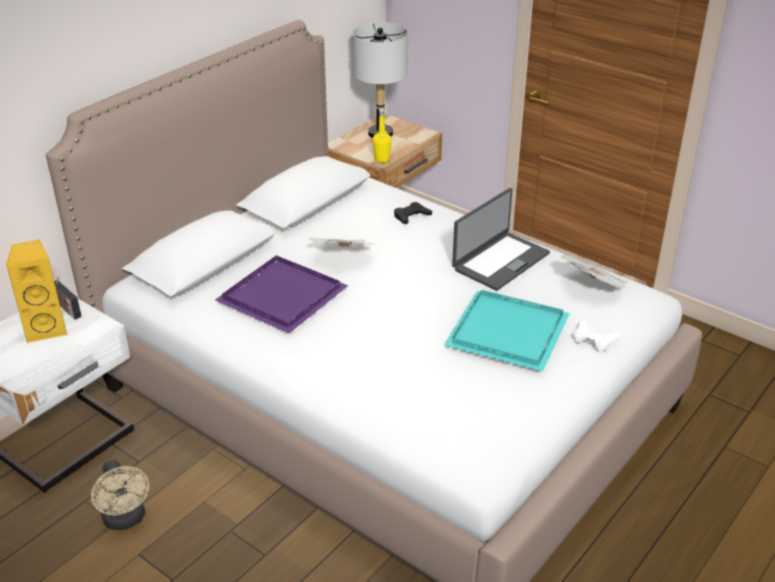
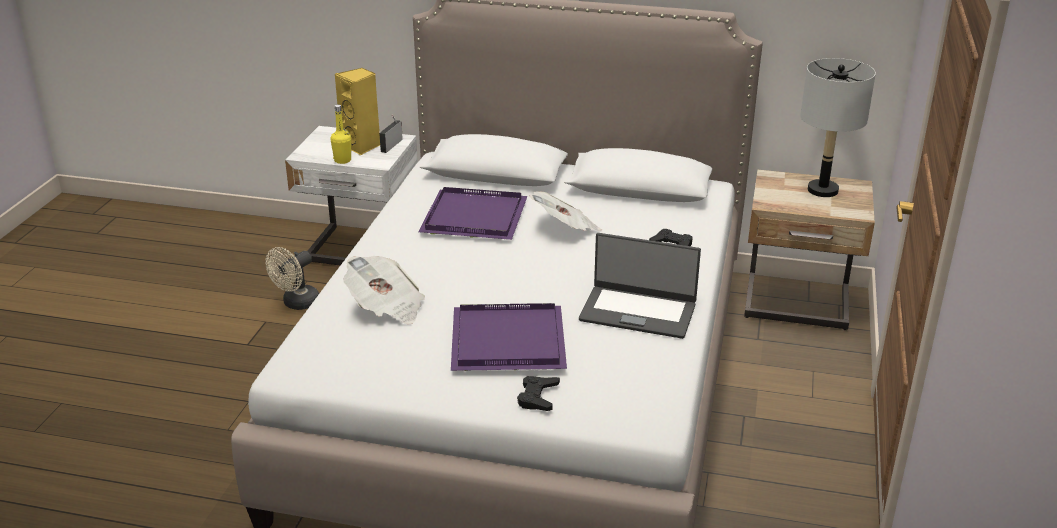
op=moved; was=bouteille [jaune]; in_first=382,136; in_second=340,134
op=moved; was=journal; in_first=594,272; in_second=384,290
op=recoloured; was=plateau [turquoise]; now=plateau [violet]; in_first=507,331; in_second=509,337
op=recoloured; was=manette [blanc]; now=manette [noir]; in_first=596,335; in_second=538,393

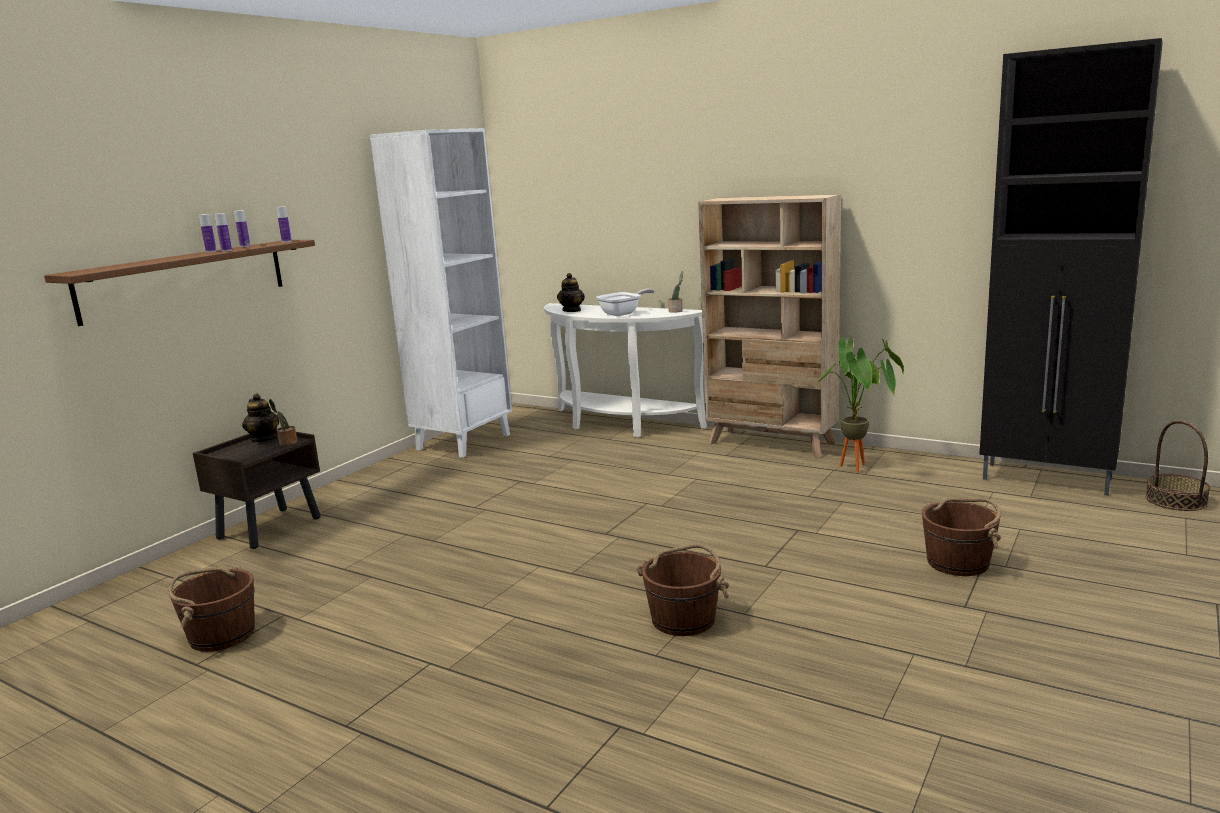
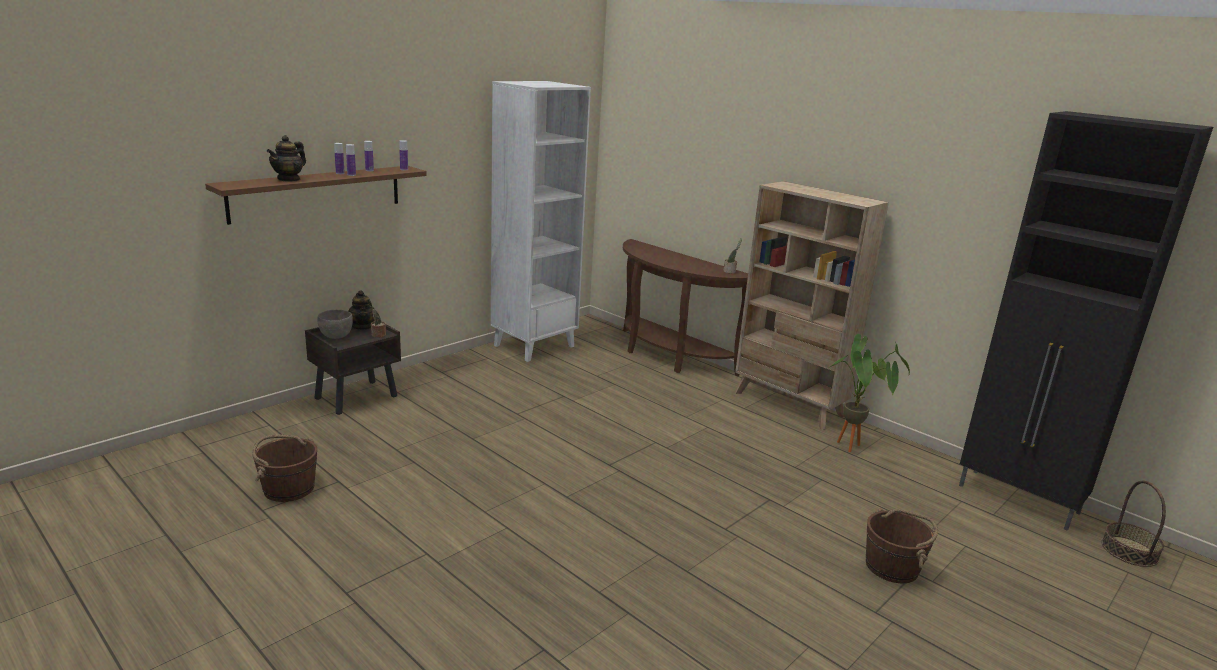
op=moved; was=théière; in_first=571,292; in_second=286,158
op=removed; was=poêle; in_first=625,302
op=recoloured; was=table console [blanc]; now=table console [marron]; in_first=625,370; in_second=685,307
op=removed; was=seau [marron]; in_first=682,590
op=added; now=bol [gris]; in_second=335,324

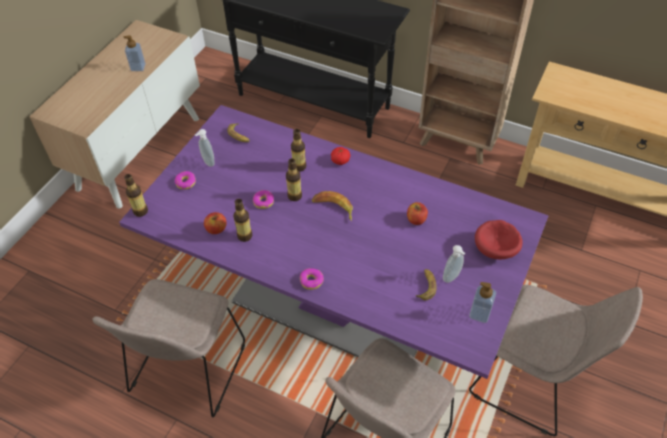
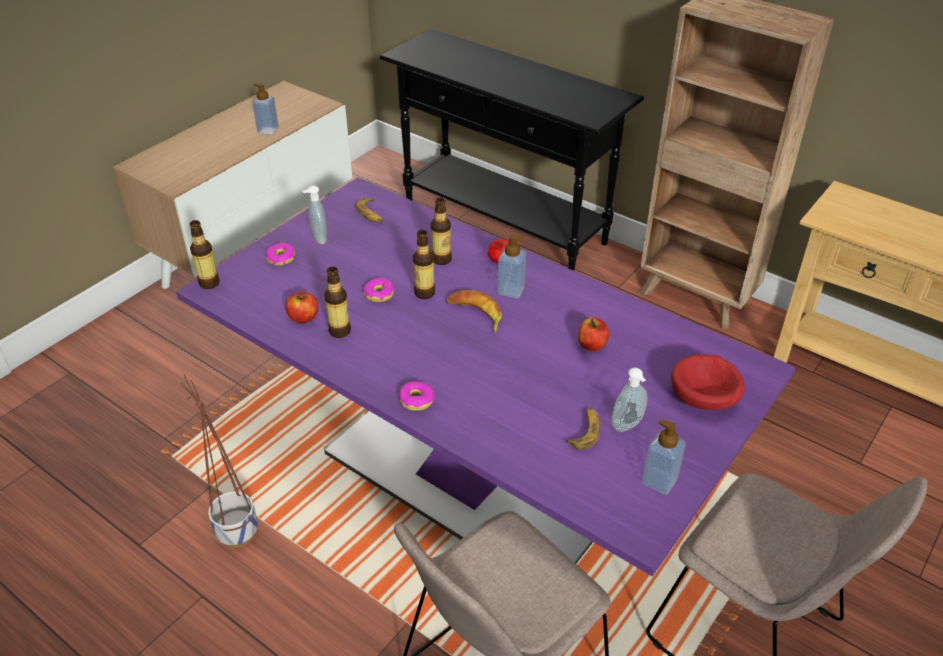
op=replaced; was=chaise [beige]; now=cache-pot; in_first=168,348; in_second=219,461
op=added; now=distributeur de savon; in_second=512,266

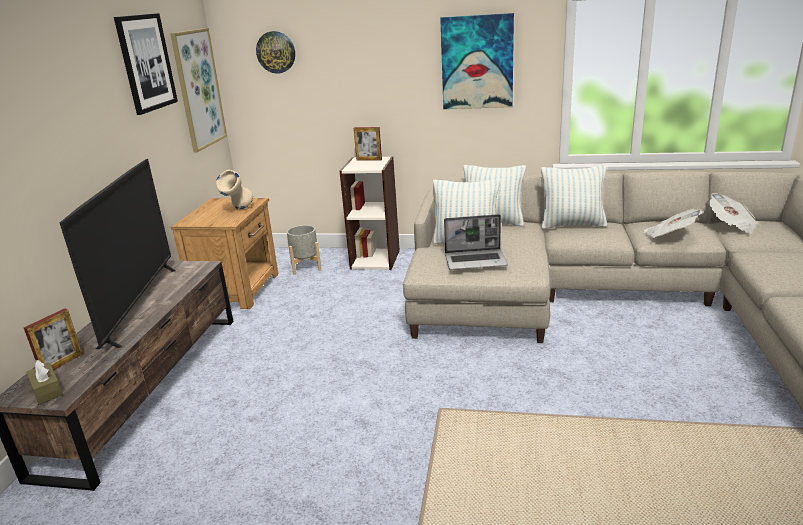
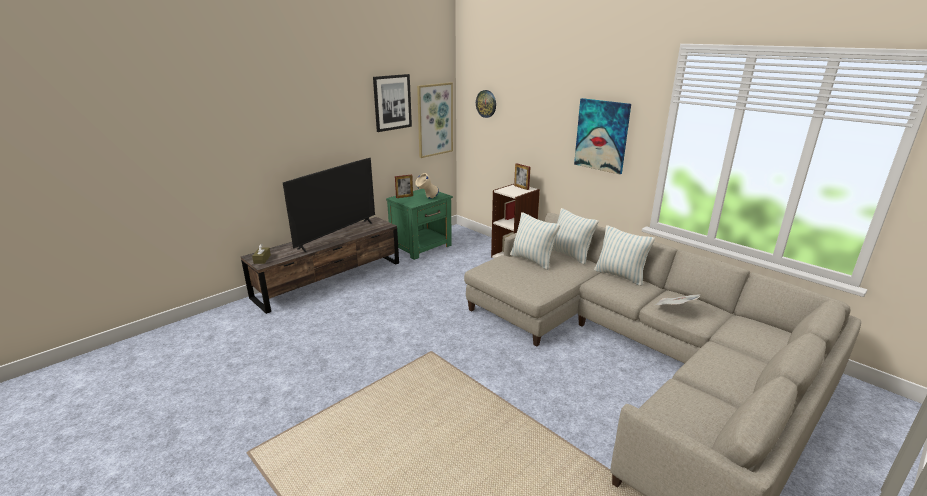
op=removed; was=journal; in_first=733,213
op=recoloured; was=table de chevet [marron]; now=table de chevet [vert]; in_first=224,253; in_second=419,224
op=removed; was=ordinateur portable; in_first=476,242
op=removed; was=cache-pot [gris]; in_first=304,250
op=moved; was=cadre photo; in_first=53,339; in_second=404,186

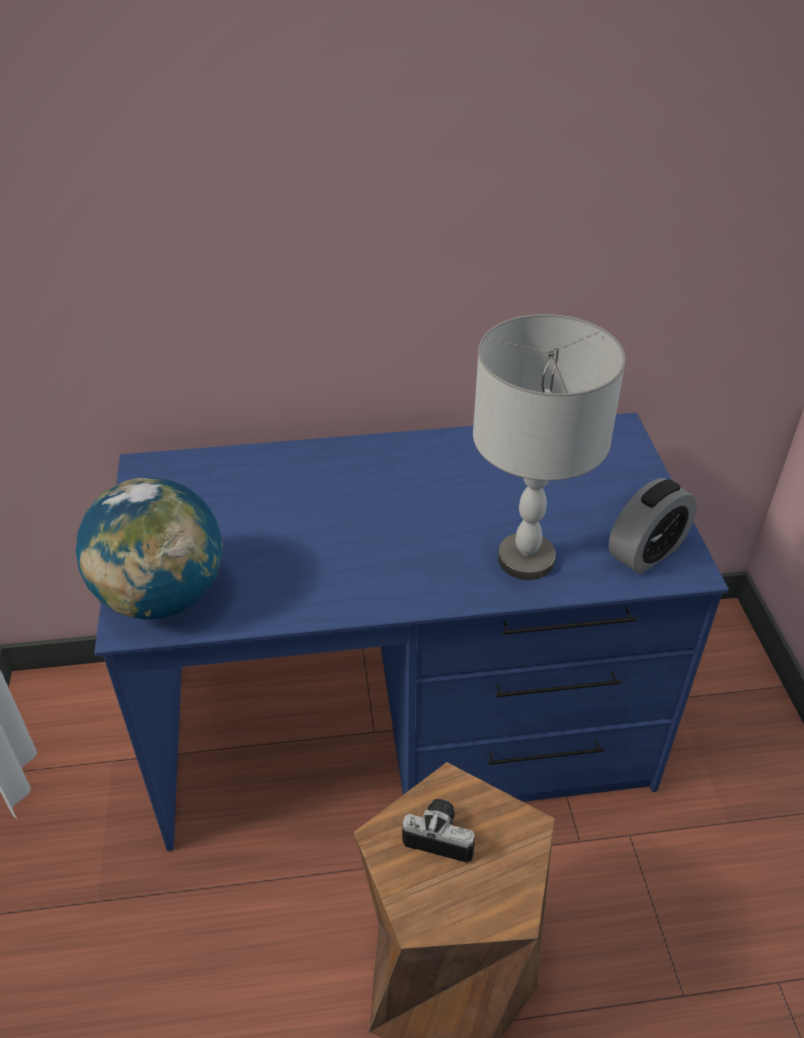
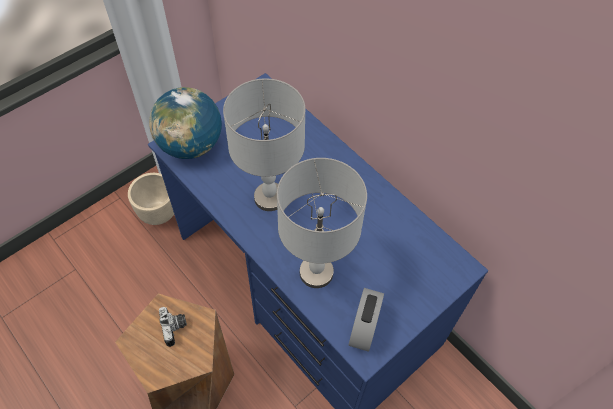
op=turned; was=réveil; in_first=653,526; in_second=366,320; clockwise=-90
op=added; now=lampe de table [gris]; in_second=264,145
op=added; now=cache-pot [beige]; in_second=151,199

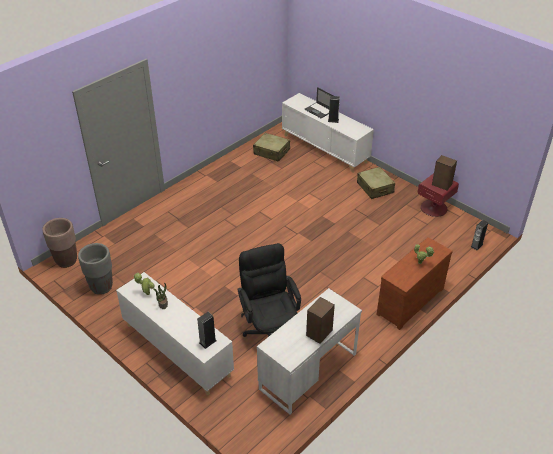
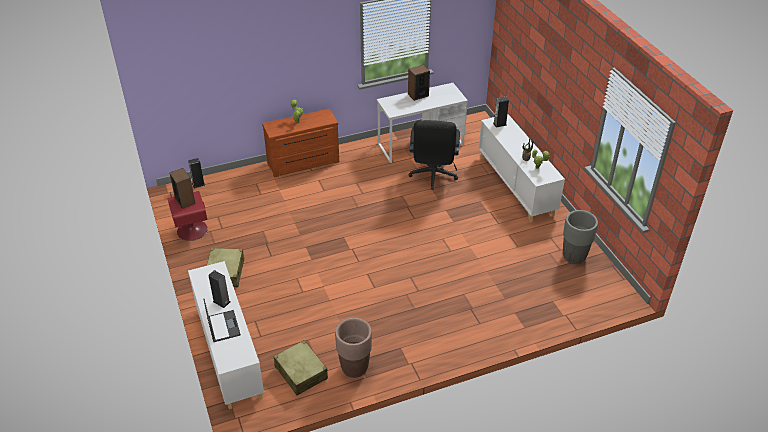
op=moved; was=cache-pot [marron]; in_first=59,243; in_second=353,348

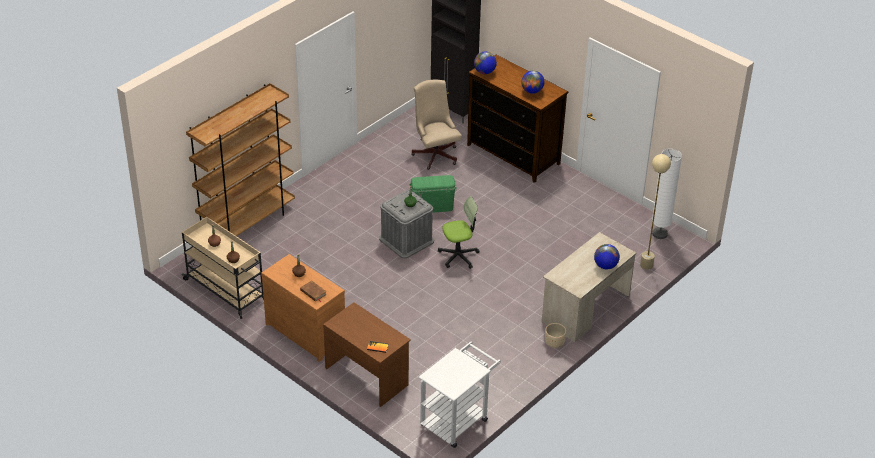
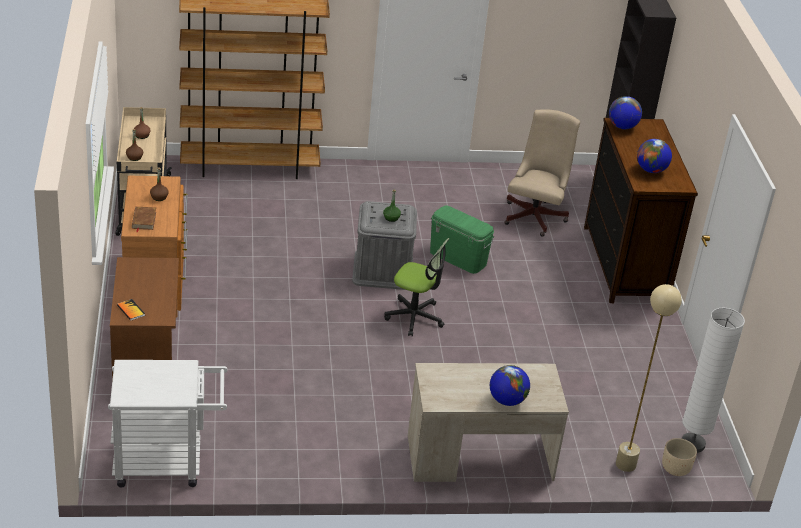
op=moved; was=cache-pot [beige]; in_first=555,335; in_second=679,457

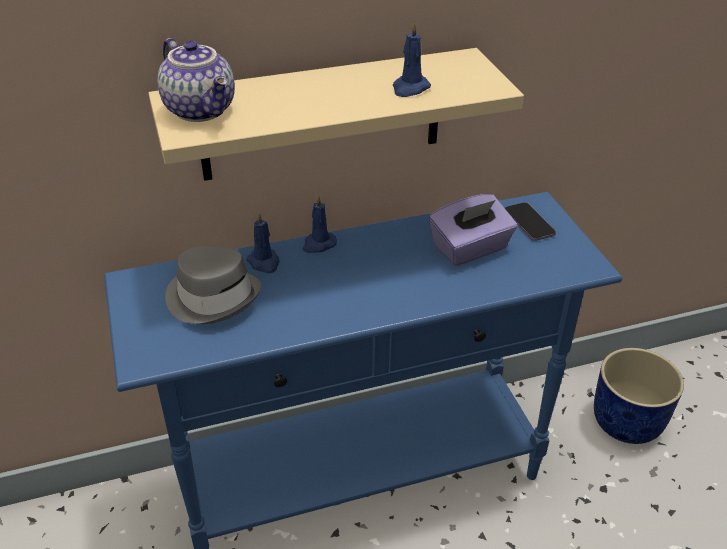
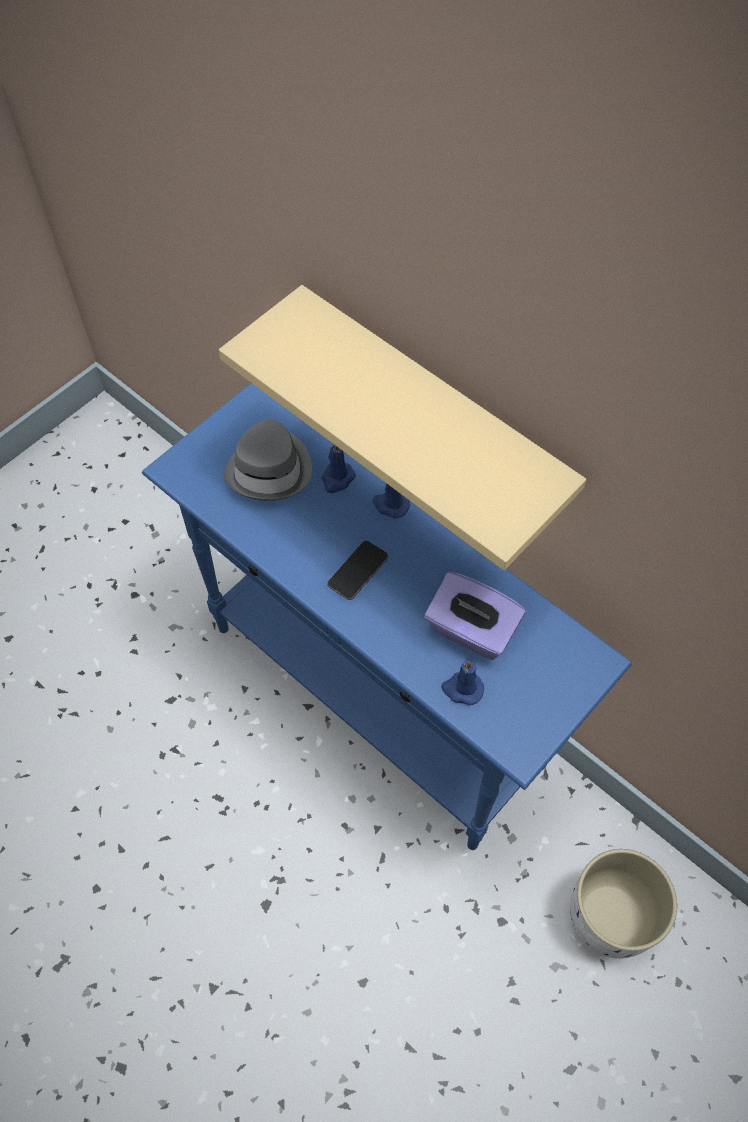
op=moved; was=bougie [bleu]; in_first=412,59; in_second=462,682
op=removed; was=théière; in_first=196,80
op=moved; was=téléphone; in_first=530,221; in_second=357,570
op=recoloured; was=cache-pot [bleu]; now=cache-pot [blanc]; in_first=639,396; in_second=623,904

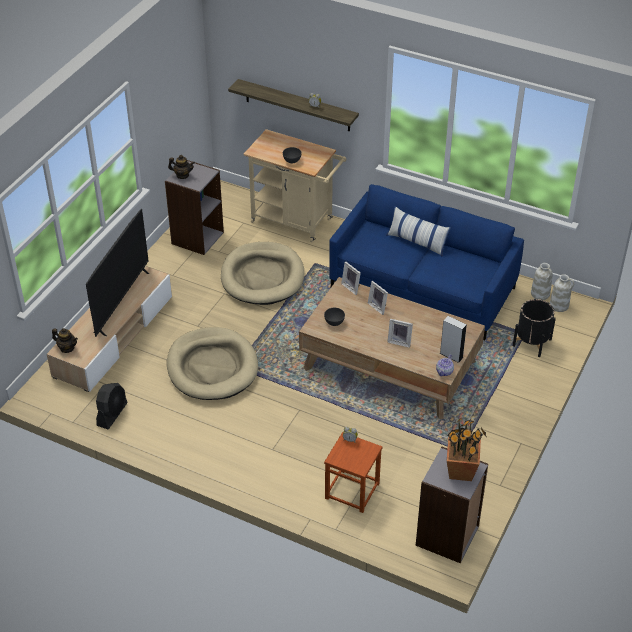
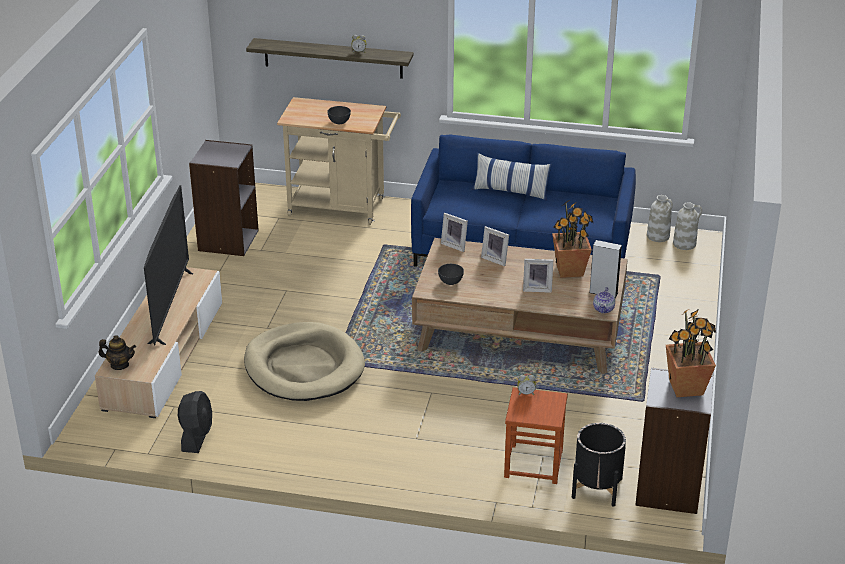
op=removed; was=théière; in_first=181,167
op=removed; was=panier pour chien [beige]; in_first=262,273
op=moved; was=cache-pot [noir]; in_first=534,328; in_second=599,465
op=added; now=plante en pot; in_second=572,238

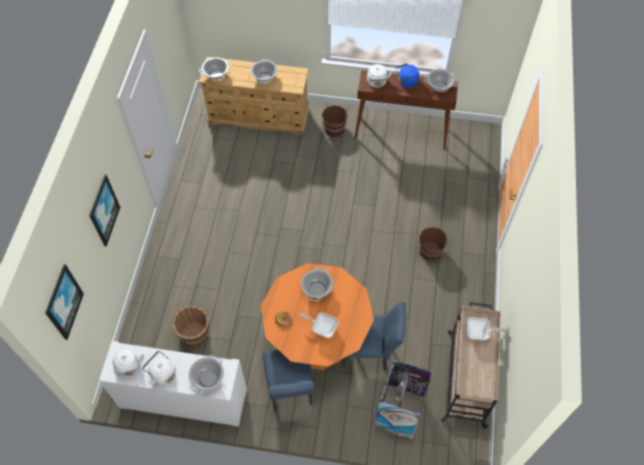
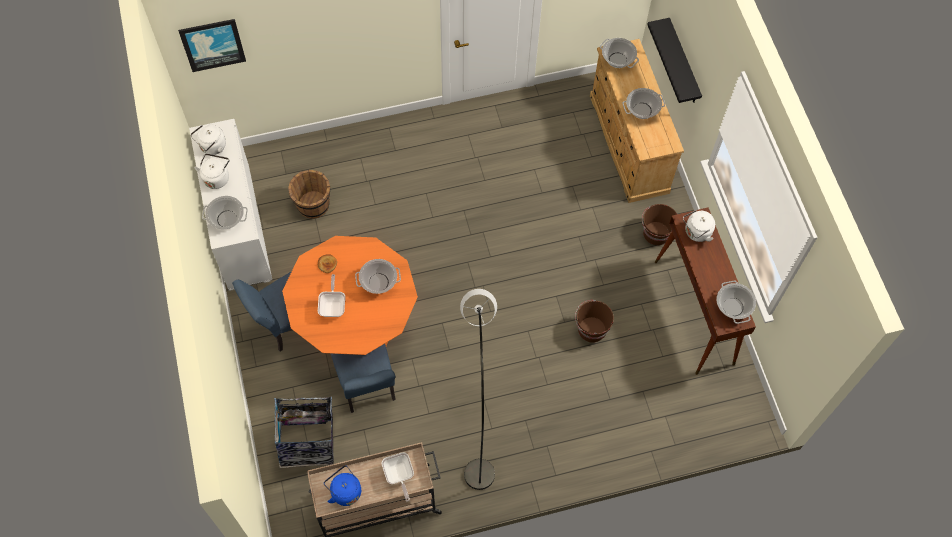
op=moved; was=bouilloire [bleu]; in_first=407,75; in_second=342,485
op=removed; was=tableau; in_first=104,210
op=moved; was=seau [marron]; in_first=433,244; in_second=594,321
op=added; now=étagère [noir]; in_second=674,60
op=added; now=lampadaire [gris]; in_second=478,389

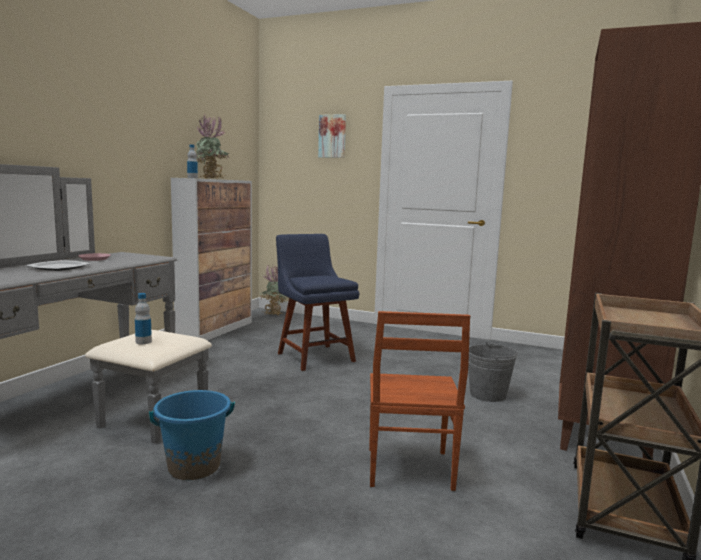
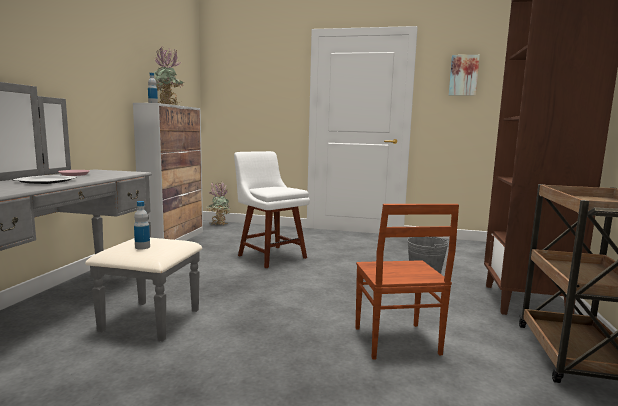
op=moved; was=tableau; in_first=332,136; in_second=464,75
op=recoloured; was=chaise [bleu]; now=chaise [blanc]; in_first=317,302; in_second=272,209
op=removed; was=seau [bleu]; in_first=192,435

